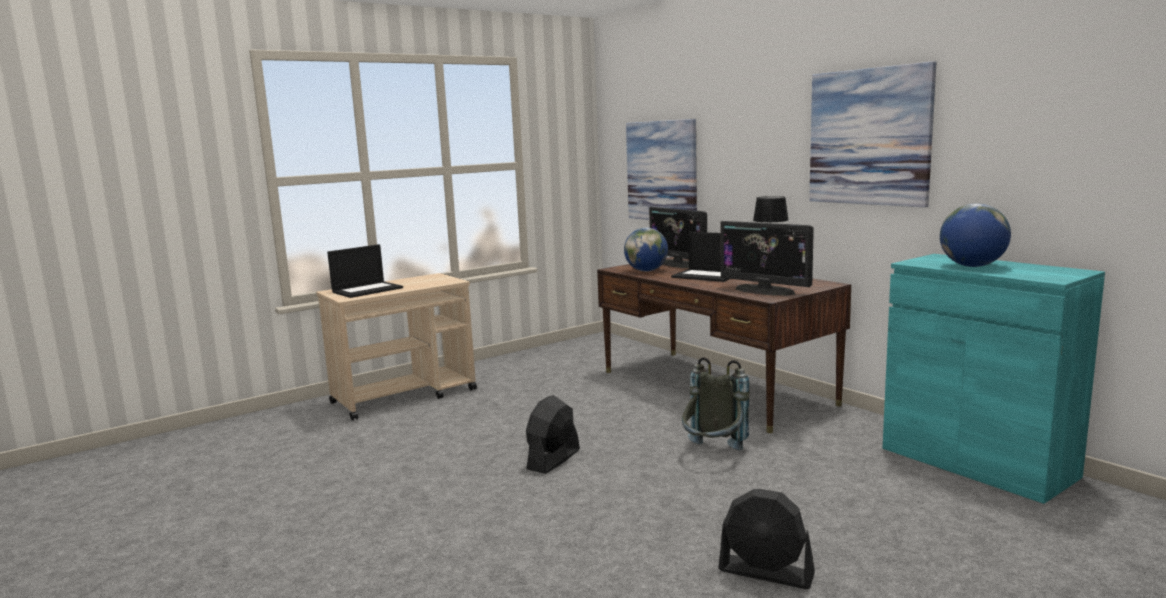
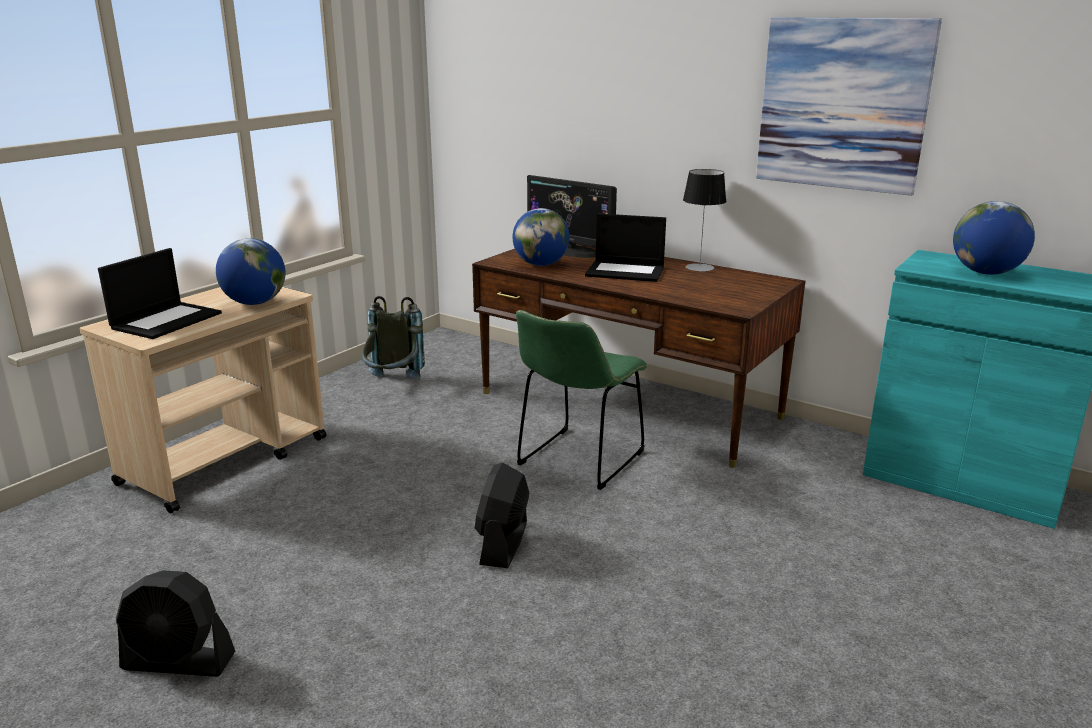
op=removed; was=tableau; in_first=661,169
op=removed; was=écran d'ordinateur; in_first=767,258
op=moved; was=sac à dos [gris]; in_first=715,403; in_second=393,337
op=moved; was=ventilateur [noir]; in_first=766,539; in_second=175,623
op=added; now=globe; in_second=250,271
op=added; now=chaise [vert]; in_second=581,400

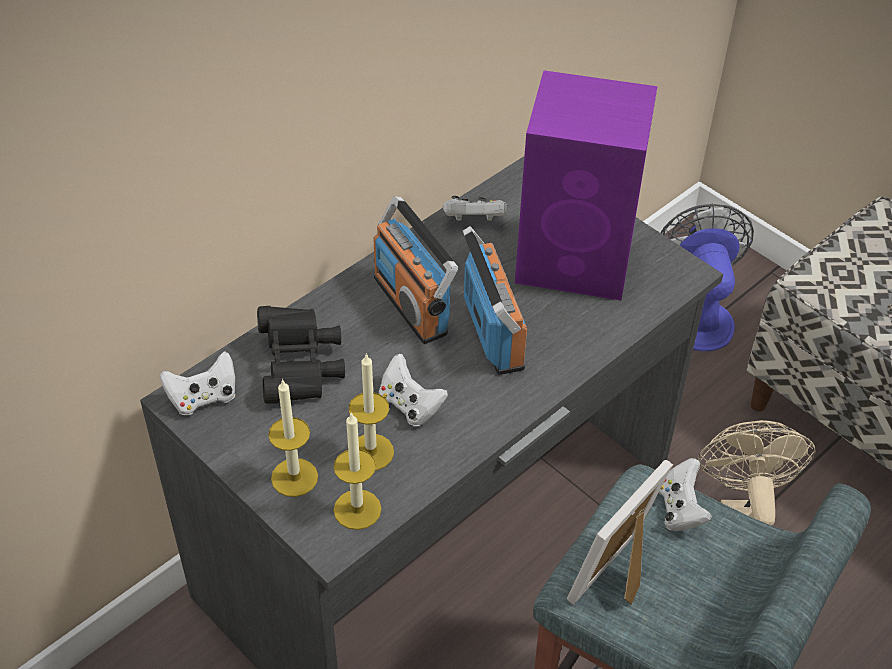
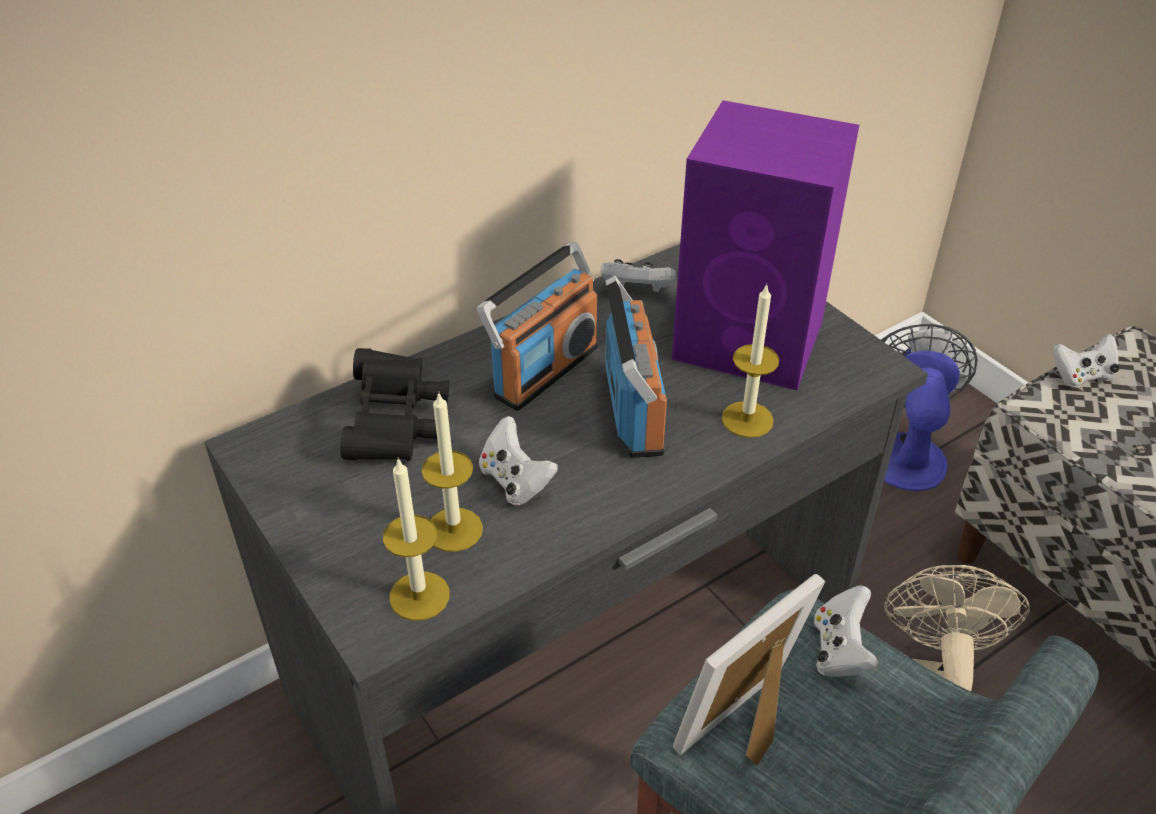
op=turned; was=radio; in_first=415,270; in_second=537,326; clockwise=-120
op=moved; was=manette [blanc]; in_first=197,383; in_second=1085,361
op=moved; was=bougie; in_first=293,438; in_second=750,361

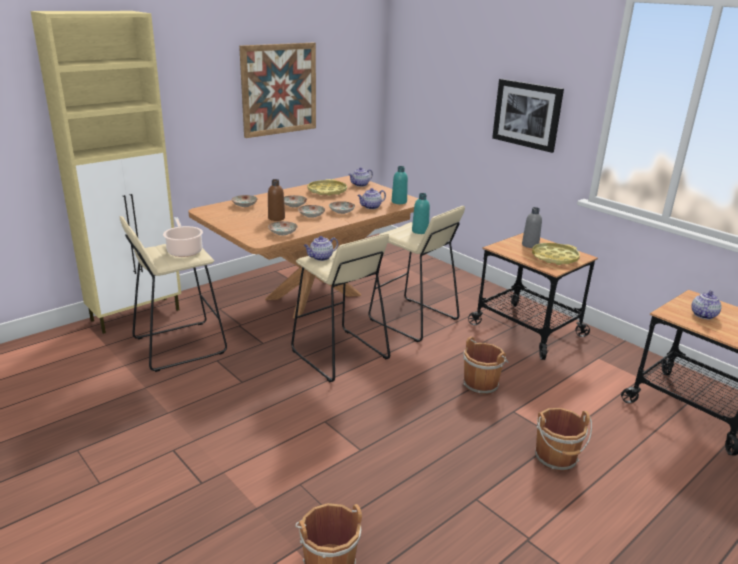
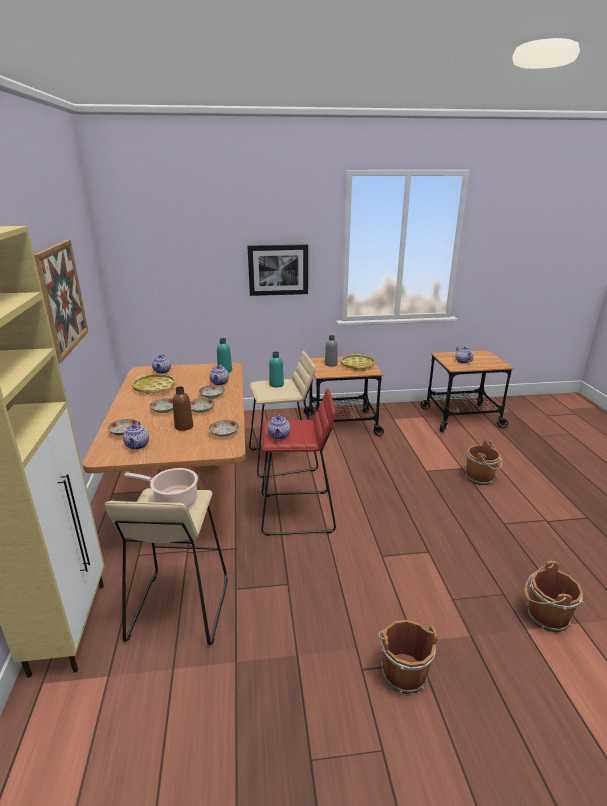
op=recoloured; was=tabouret [beige]; now=tabouret [rouge]; in_first=340,307; in_second=298,462
op=moved; was=seau [marron]; in_first=486,365; in_second=408,657
op=added; now=théière; in_second=136,435

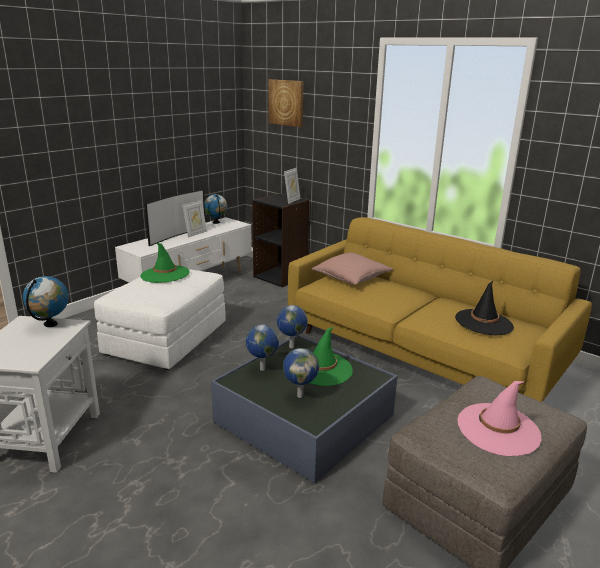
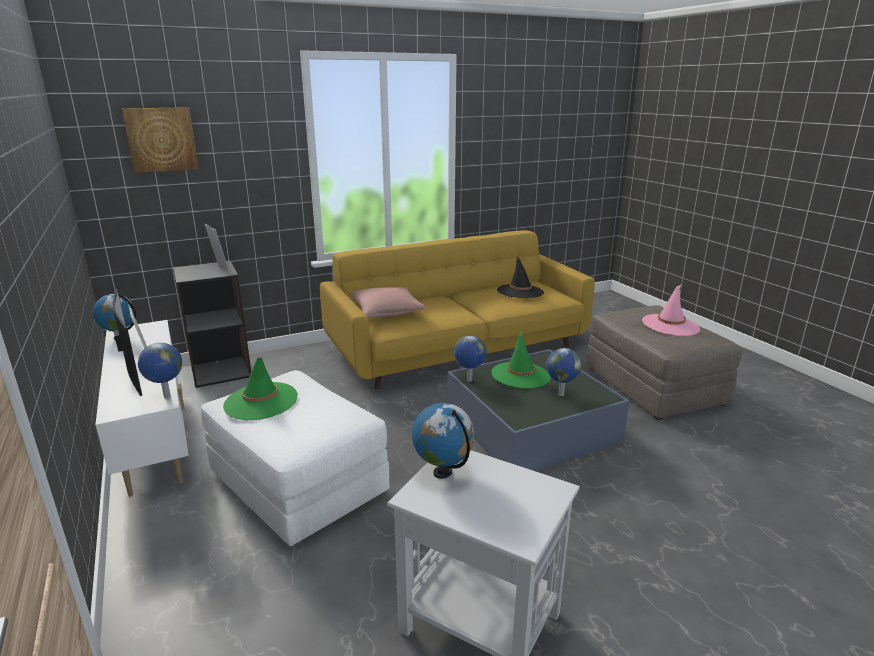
op=moved; was=globe; in_first=262,347; in_second=160,371

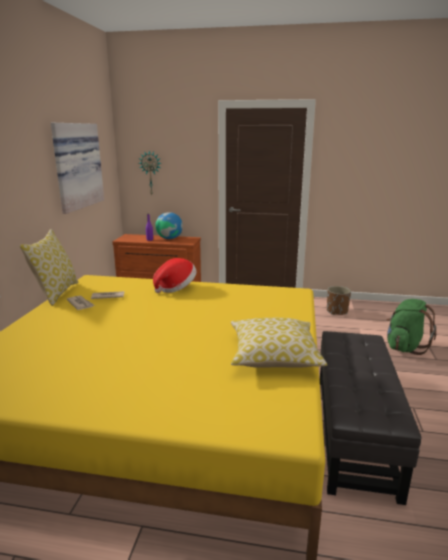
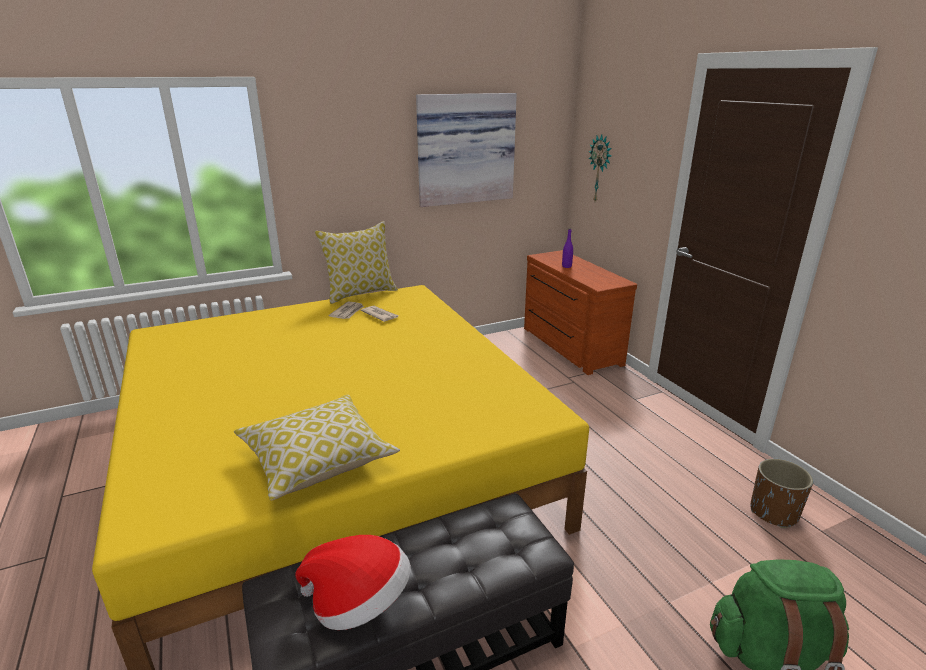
op=removed; was=globe; in_first=169,225
op=moved; was=chapeau; in_first=174,275; in_second=353,582

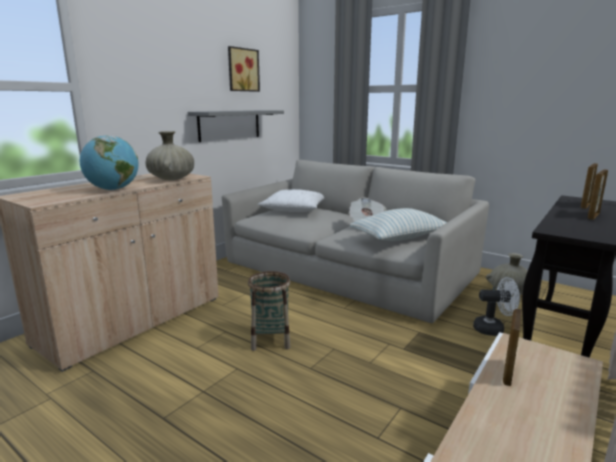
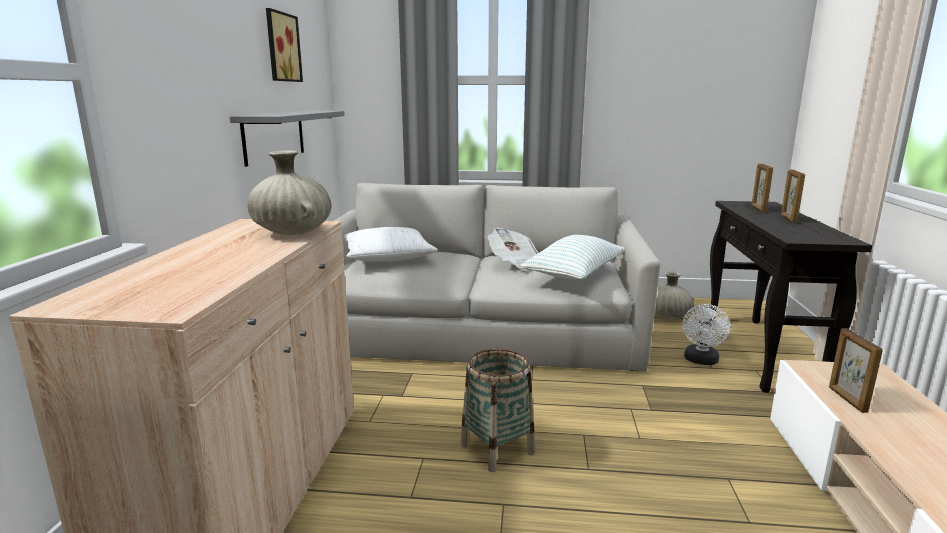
op=removed; was=globe; in_first=109,163
op=turned; was=ventilateur [blanc]; in_first=496,306; in_second=706,334; clockwise=135

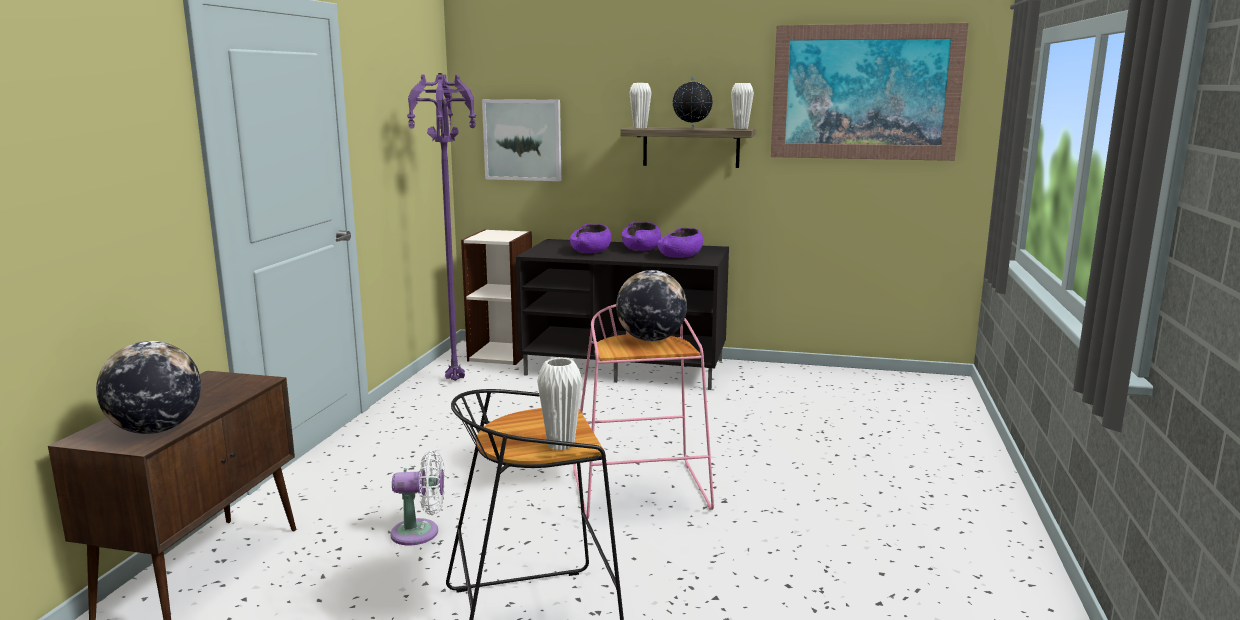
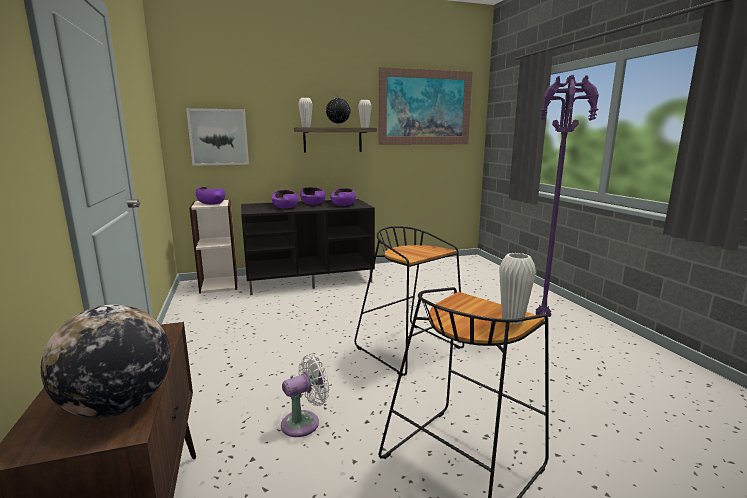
op=moved; was=lampadaire [violet]; in_first=441,227; in_second=567,196
op=removed; was=globe; in_first=651,305
op=recoloured; was=tabouret [rose]; now=tabouret [noir]; in_first=643,411; in_second=409,301
op=added; now=bol [violet]; in_second=210,195

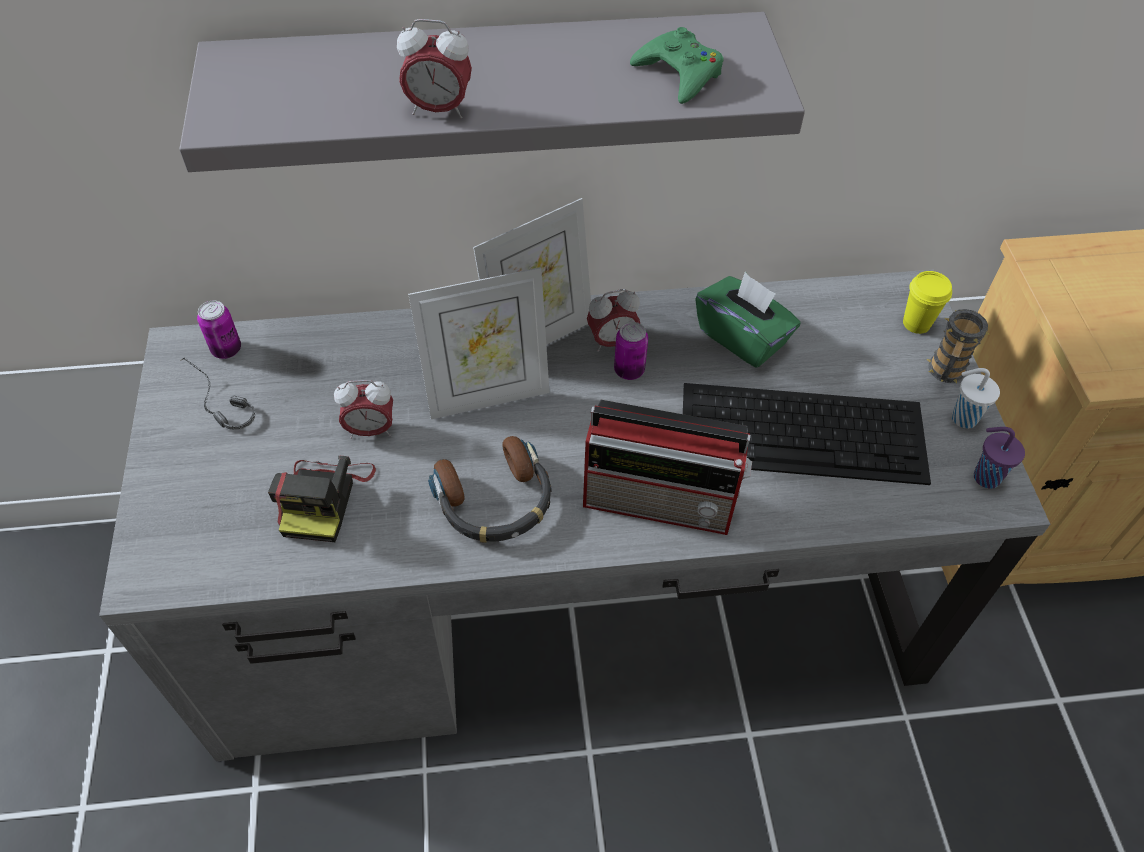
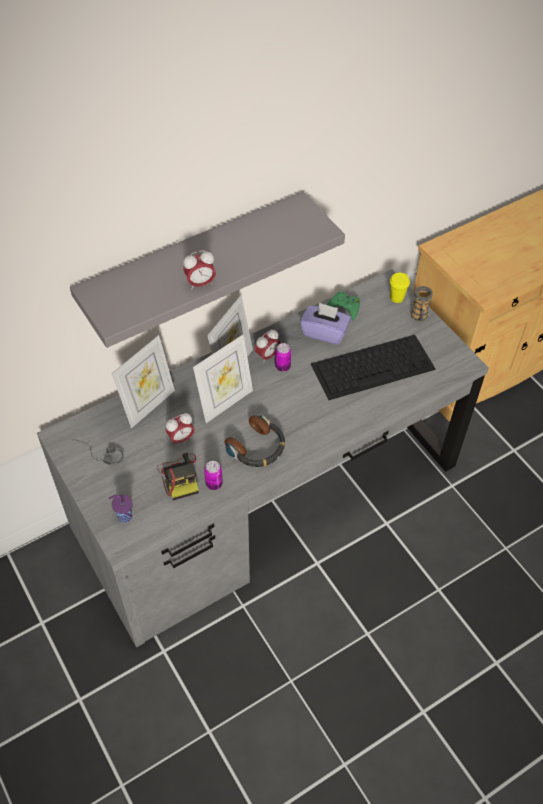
op=moved; was=manette [vert]; in_first=677,65; in_second=343,305
op=recoloured; was=boîte à mouchoirs [vert]; now=boîte à mouchoirs [violet]; in_first=748,319; in_second=325,323
op=moved; was=boîte métallique; in_first=219,329; in_second=213,475
op=removed; was=tasse [blanc]; in_first=976,398
op=removed; was=radio; in_first=667,467
op=moved; was=tasse [violet]; in_first=999,458; in_second=120,509
op=added; now=cadre photo; in_second=143,381

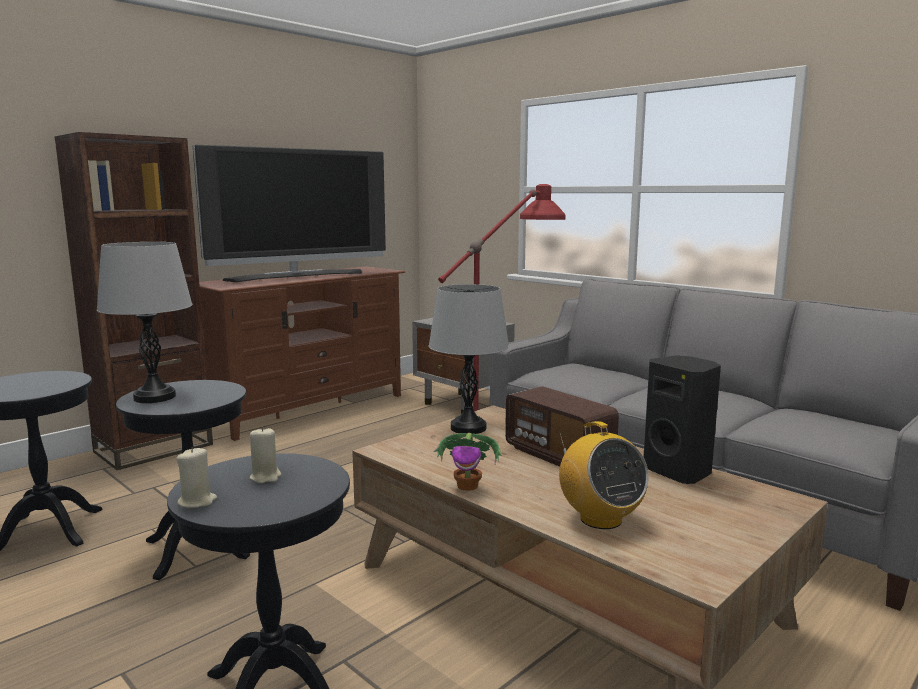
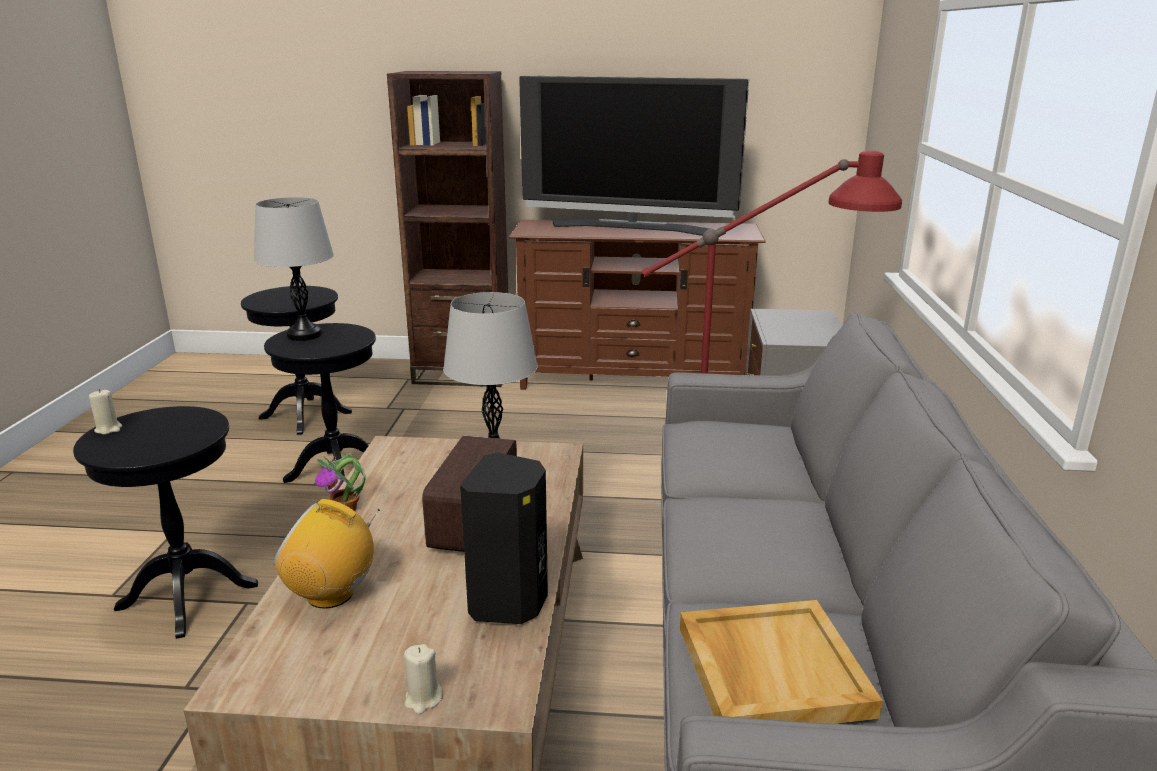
op=turned; was=radio; in_first=604,475; in_second=327,553; clockwise=75
op=moved; was=bougie [beige]; in_first=265,455; in_second=424,679
op=added; now=plateau [beige]; in_second=781,662

